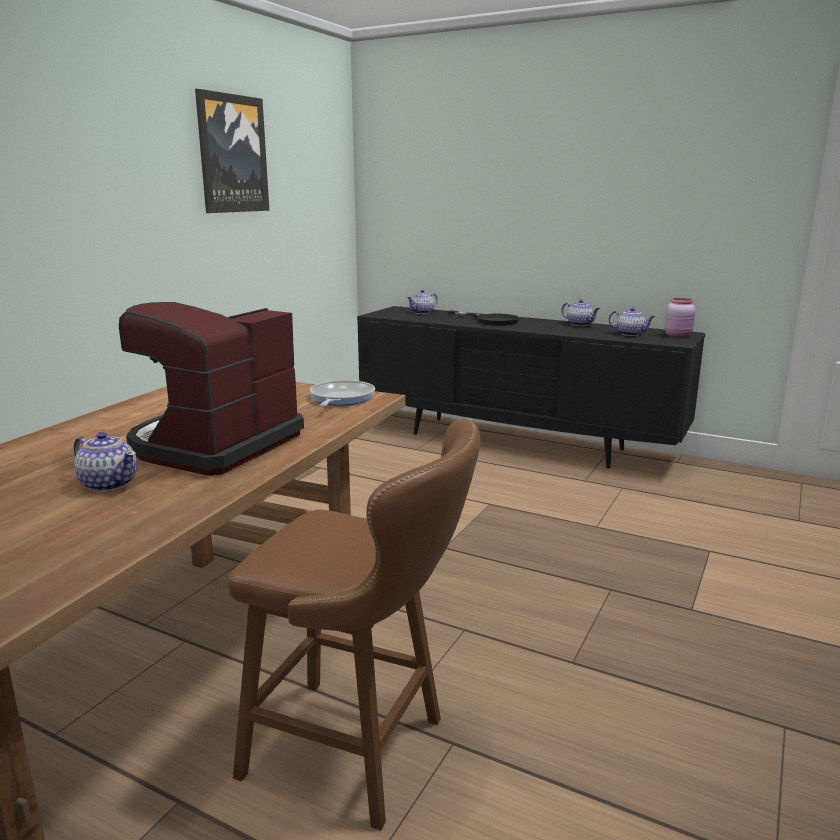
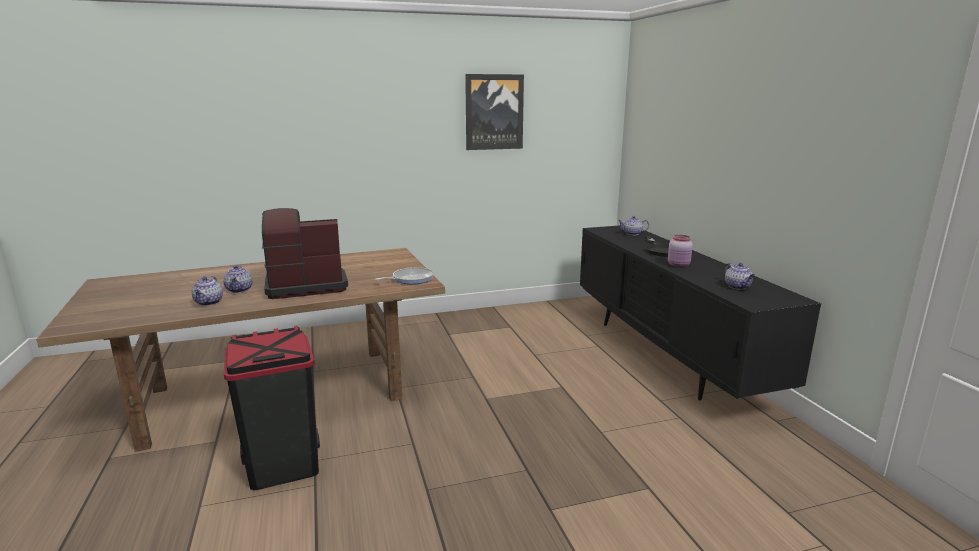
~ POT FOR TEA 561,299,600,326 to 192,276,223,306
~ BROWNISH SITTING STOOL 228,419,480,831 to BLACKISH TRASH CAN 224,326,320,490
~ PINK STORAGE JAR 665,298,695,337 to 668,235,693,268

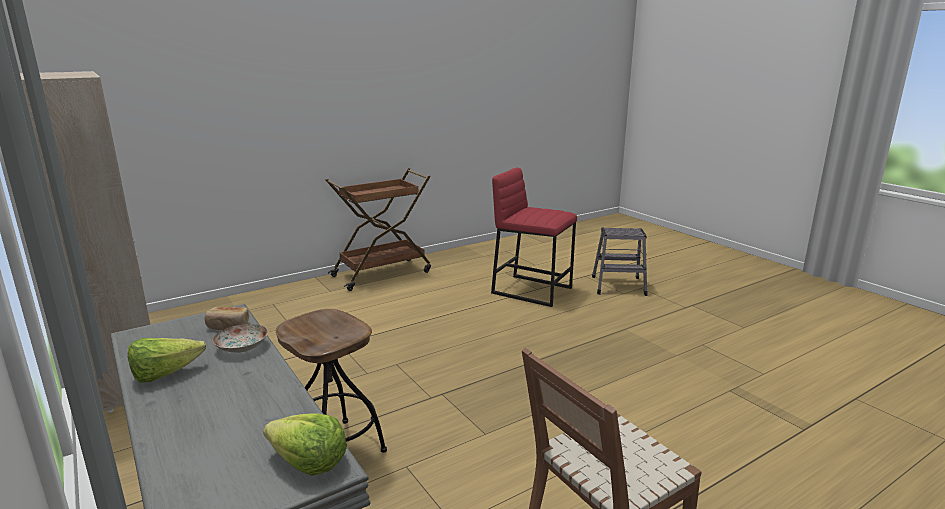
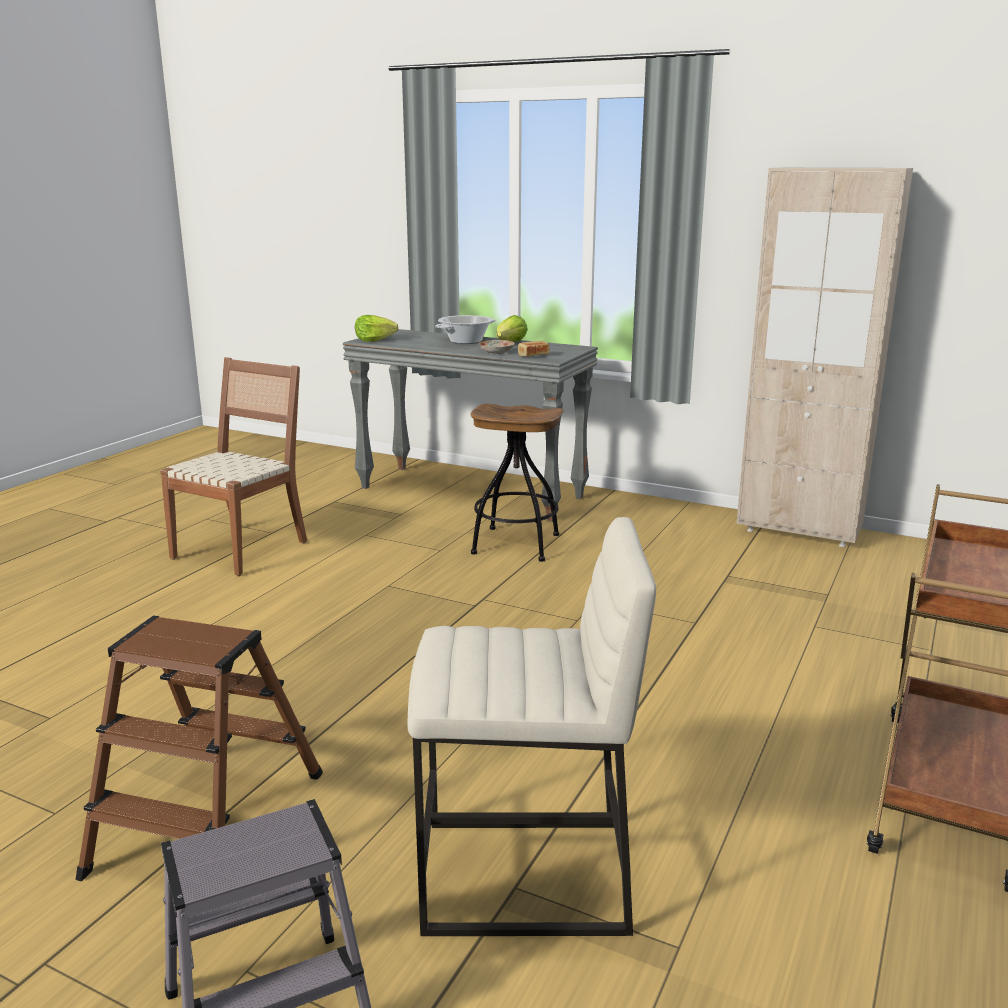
+ BROWNISH STEP STOOL 76,615,323,881
~ RED-COLOURED SITTING STOOL 491,168,577,307 to BEIGE SITTING STOOL 407,517,656,936
+ STOCKPOT 435,315,496,344

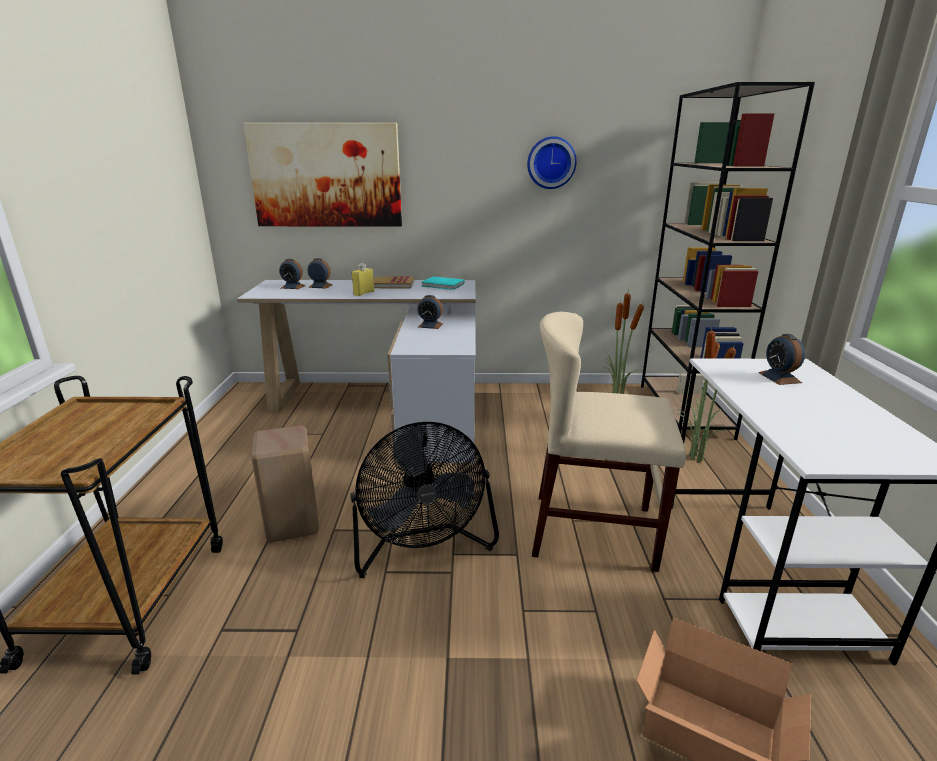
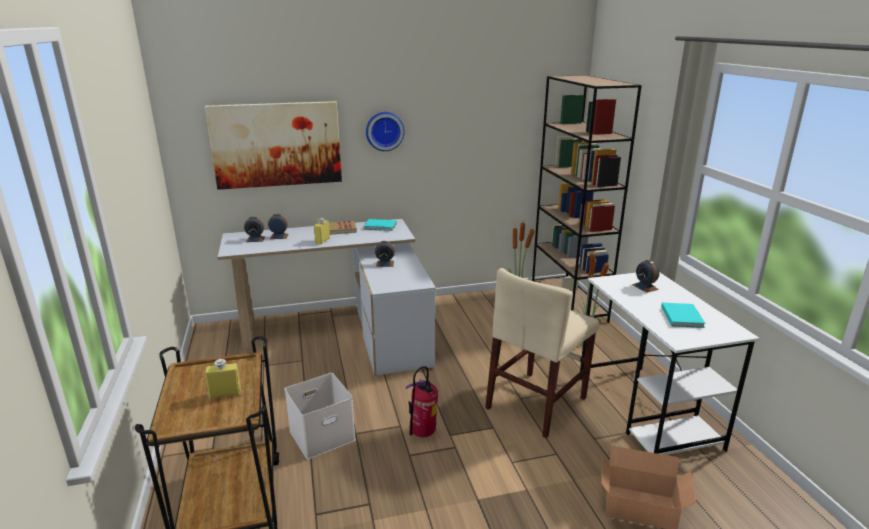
+ YELLOW BOTTLE 205,359,241,399
~ BEIGE SITTING STOOL 251,425,319,543 to WHITE STORAGE BIN 284,373,356,459
~ WALL CLOCK 527,136,577,189 to 366,112,405,151
~ BLACKISH FAN 351,422,499,578 to EXTINGUISHER 405,366,438,437
~ BEIGE PLAIN CHAIR 532,312,686,572 = 485,268,599,438 45 degrees counterclockwise
+ TURQUOISE BOOK 661,302,706,328

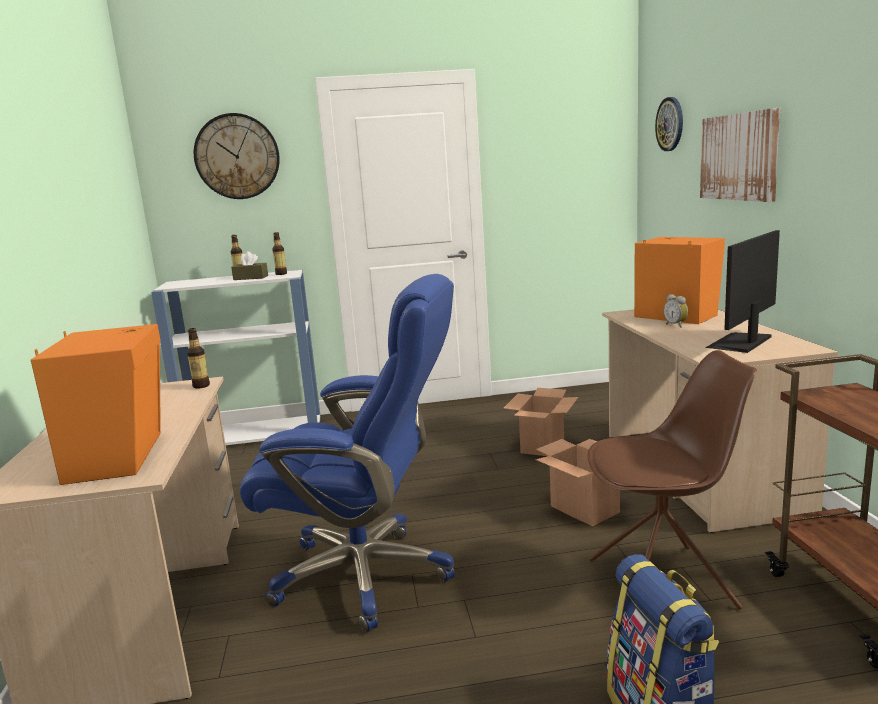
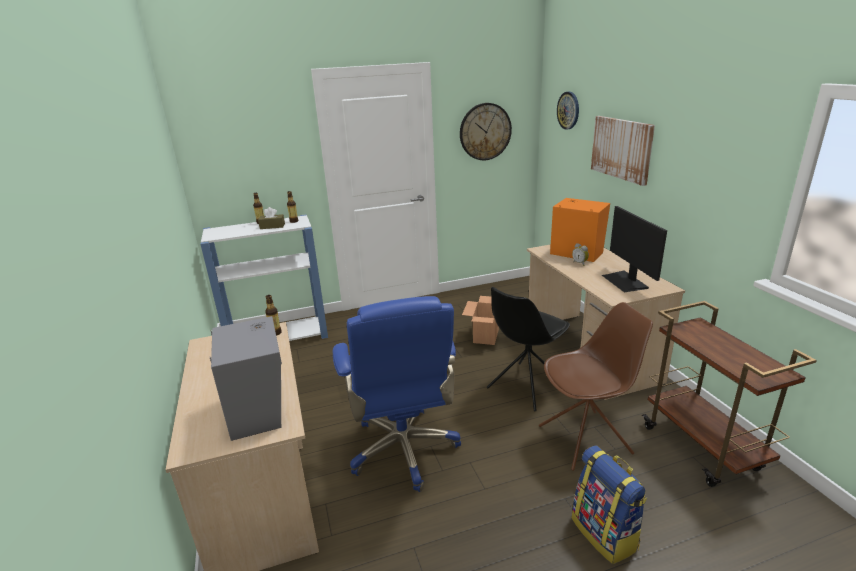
~ ORANGEY LOUDSPEAKER 31,324,161,485 to GREYISH LOUDSPEAKER 210,316,282,441
~ BLUISH COMPUTER CHAIR 240,274,455,632 = 333,296,461,492 75 degrees clockwise
~ WALL CLOCK 194,113,280,199 to 460,103,512,160
~ CARTON 535,439,620,527 to BLACKISH PLAIN CHAIR 487,287,570,411
~ COMPUTER DISPLAY 705,230,780,353 = 602,206,667,292 45 degrees counterclockwise

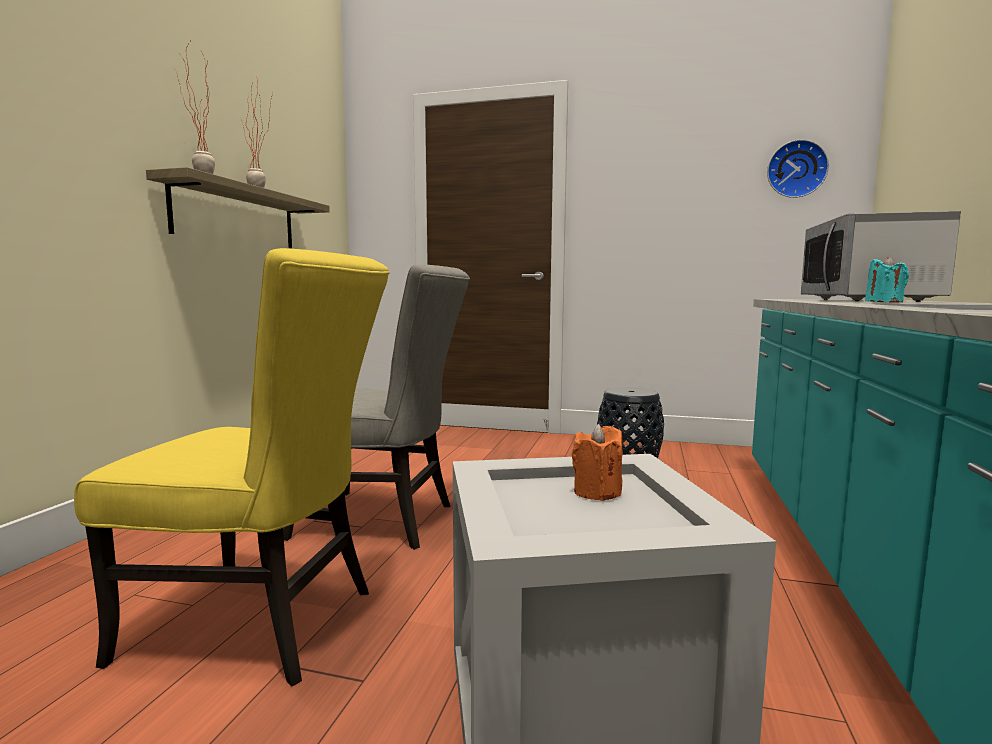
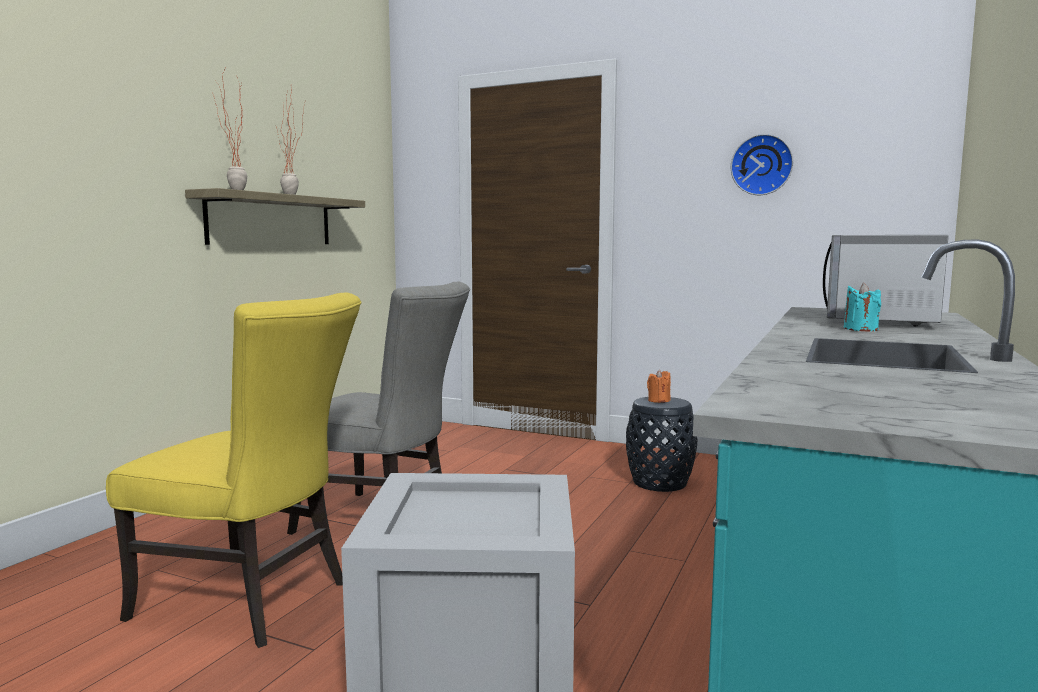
~ ORANGEY WAX LIGHT 572,424,623,501 to 647,370,671,403
~ WALL CLOCK 767,140,829,198 to 731,134,793,195

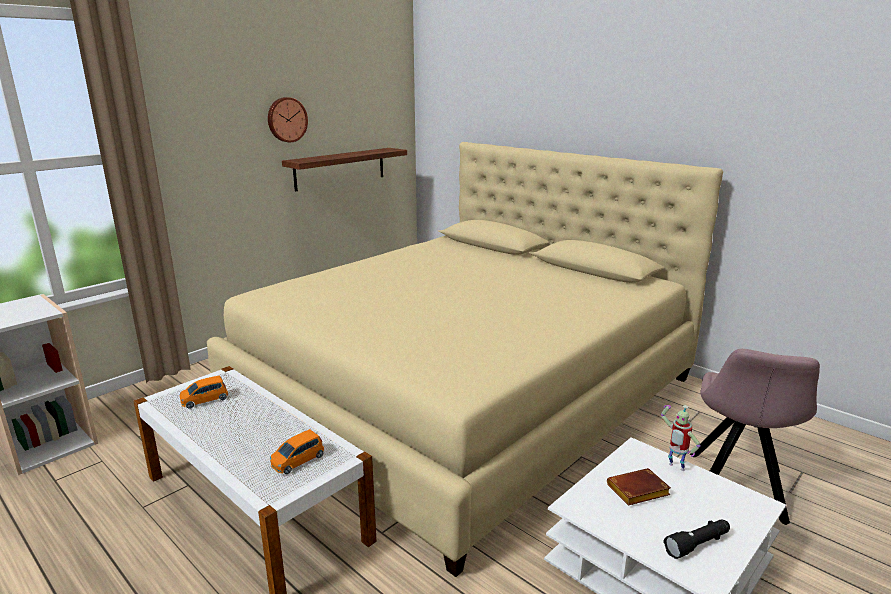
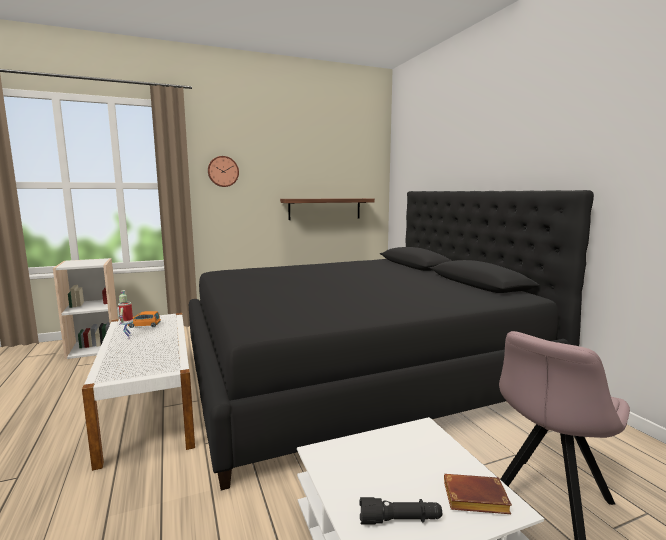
~ MODEL ROBOT 661,405,701,471 to 117,290,133,339
~ BEIGE BED 207,142,723,577 to BLACKISH BED 189,190,594,490
~ WALL CLOCK 268,97,308,142 to 208,156,239,187
~ BROWNISH BOOK 607,468,671,506 to 444,474,512,514
- ORANGEY MINIATURE CAR 270,429,324,474

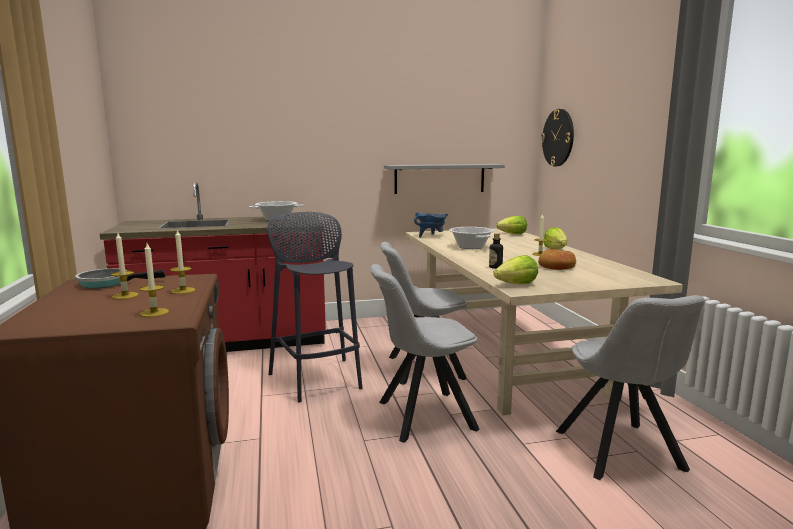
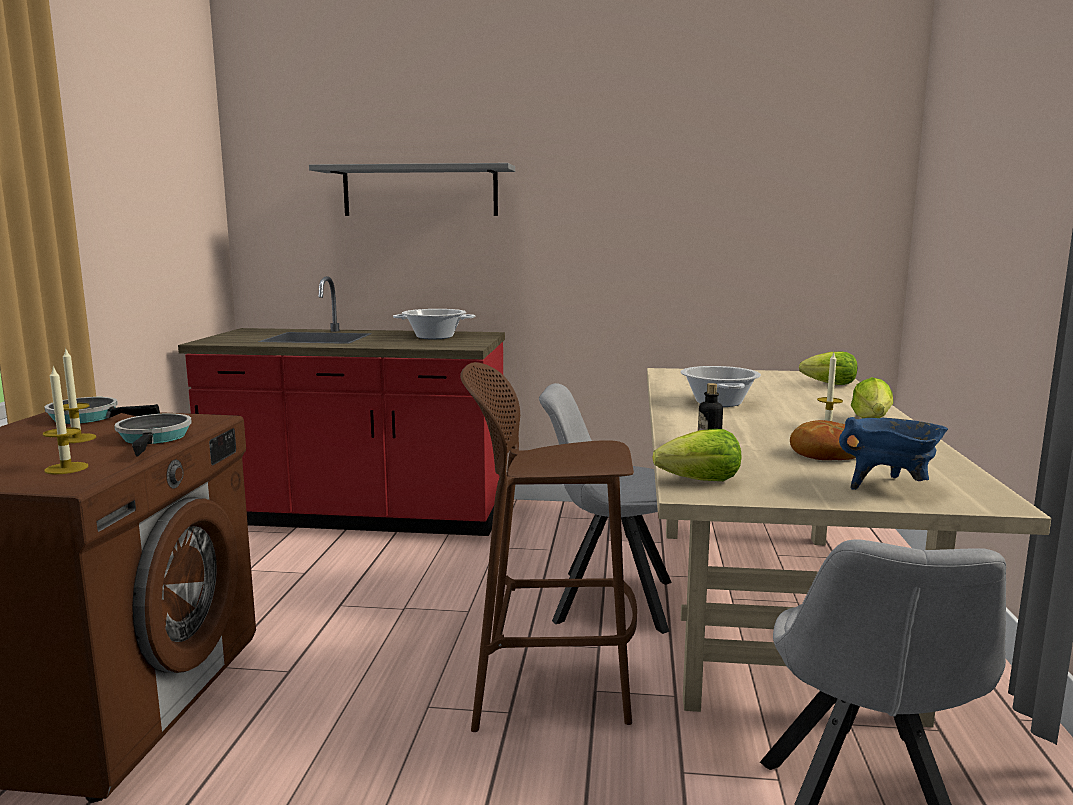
~ WAX LIGHT 170,229,195,294 to PAN 115,413,192,457
~ GREYISH BRACKET SHELF 384,164,505,194 to 309,163,515,216
~ GREYISH PLAIN CHAIR 370,264,479,443 to BROWNISH SITTING STOOL 460,362,637,732
~ BLUISH STOCKPOT 414,212,448,238 to 839,417,948,490
- GREYISH SITTING STOOL 267,212,363,403
- WALL CLOCK 541,109,574,166

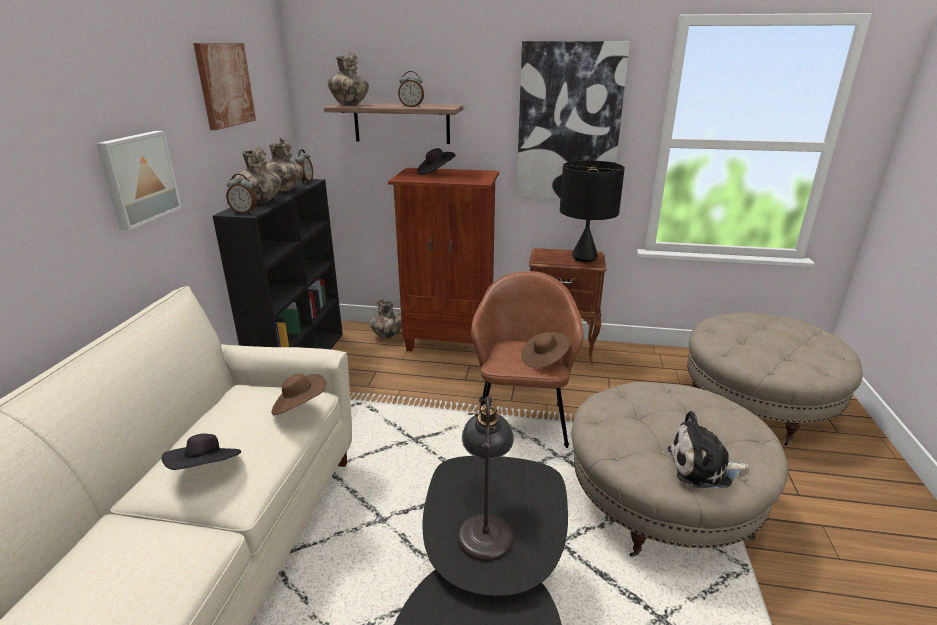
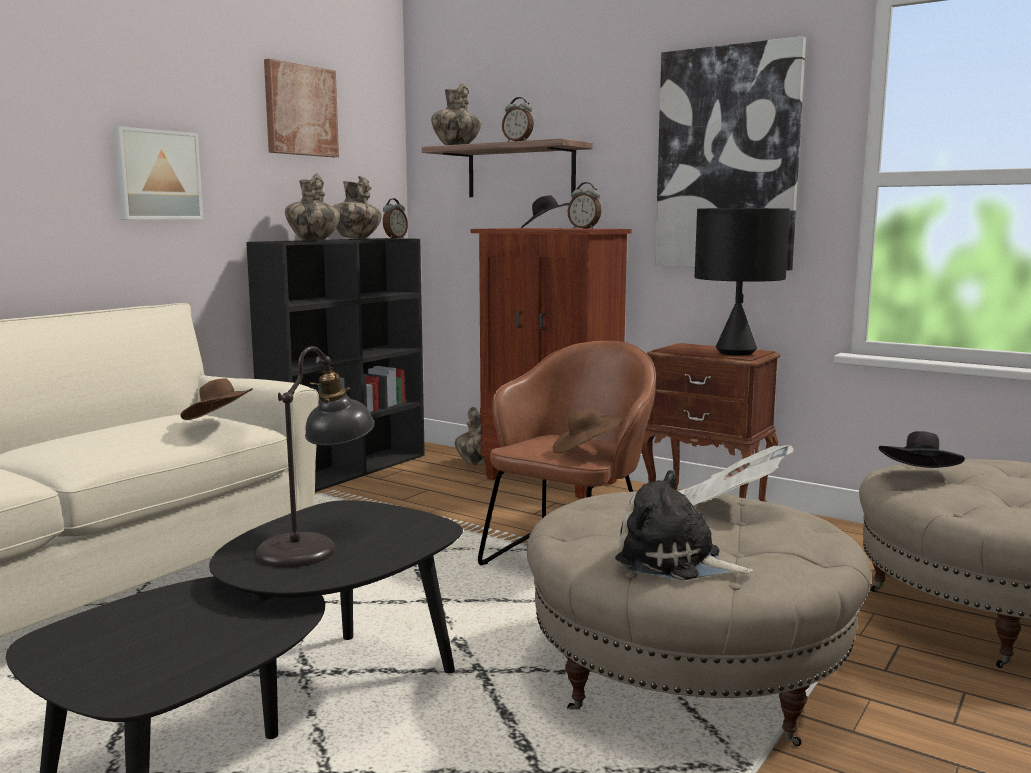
~ ALARM CLOCK 226,174,257,214 to 568,182,602,229
+ PRINTED PAPER 679,445,793,506
~ BLACKISH HAT 162,433,241,470 to 879,431,965,468

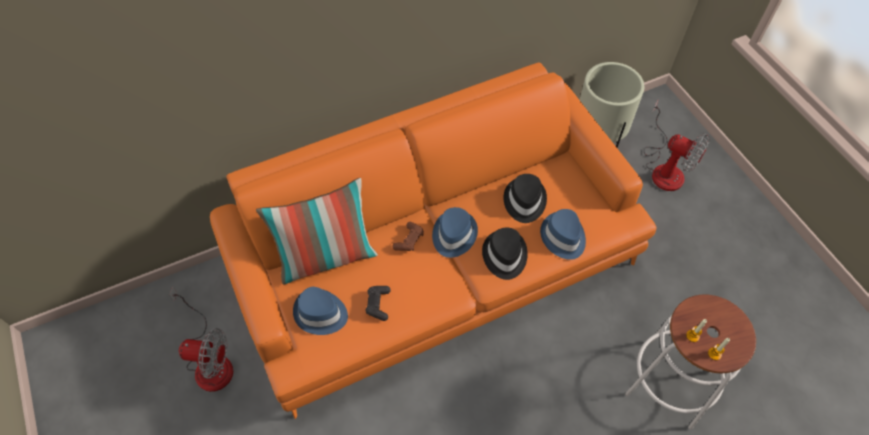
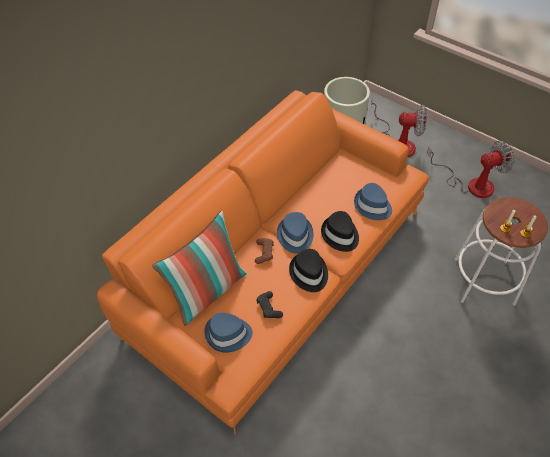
~ BLACKISH HAT 504,174,547,223 to 289,249,328,292
~ FAN 169,287,233,392 to 427,141,515,198

